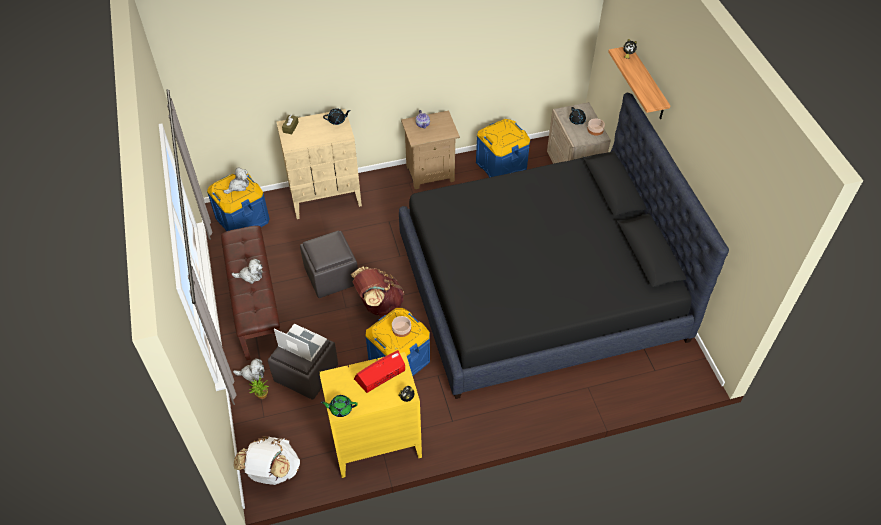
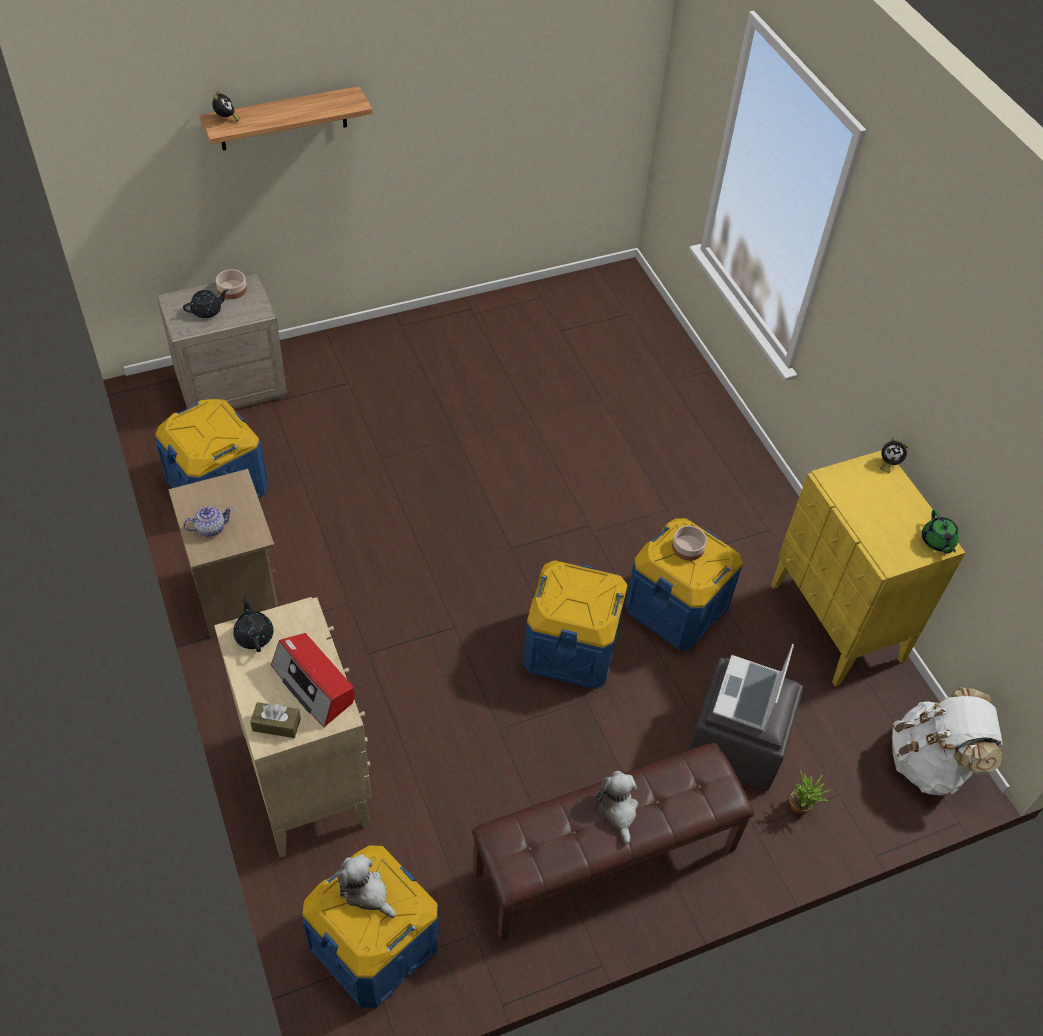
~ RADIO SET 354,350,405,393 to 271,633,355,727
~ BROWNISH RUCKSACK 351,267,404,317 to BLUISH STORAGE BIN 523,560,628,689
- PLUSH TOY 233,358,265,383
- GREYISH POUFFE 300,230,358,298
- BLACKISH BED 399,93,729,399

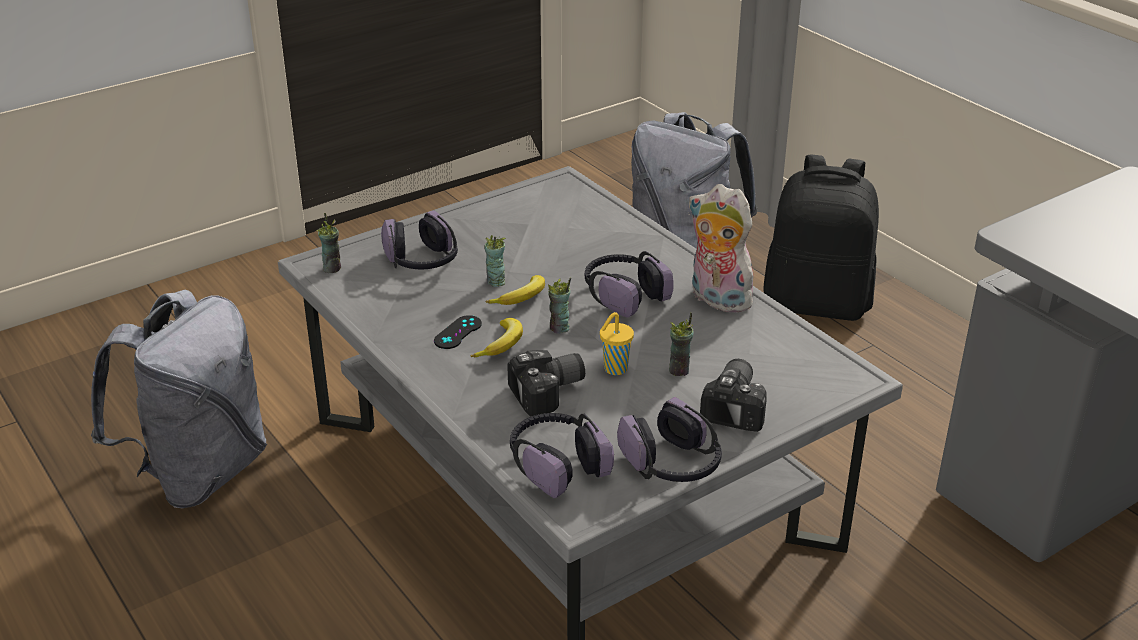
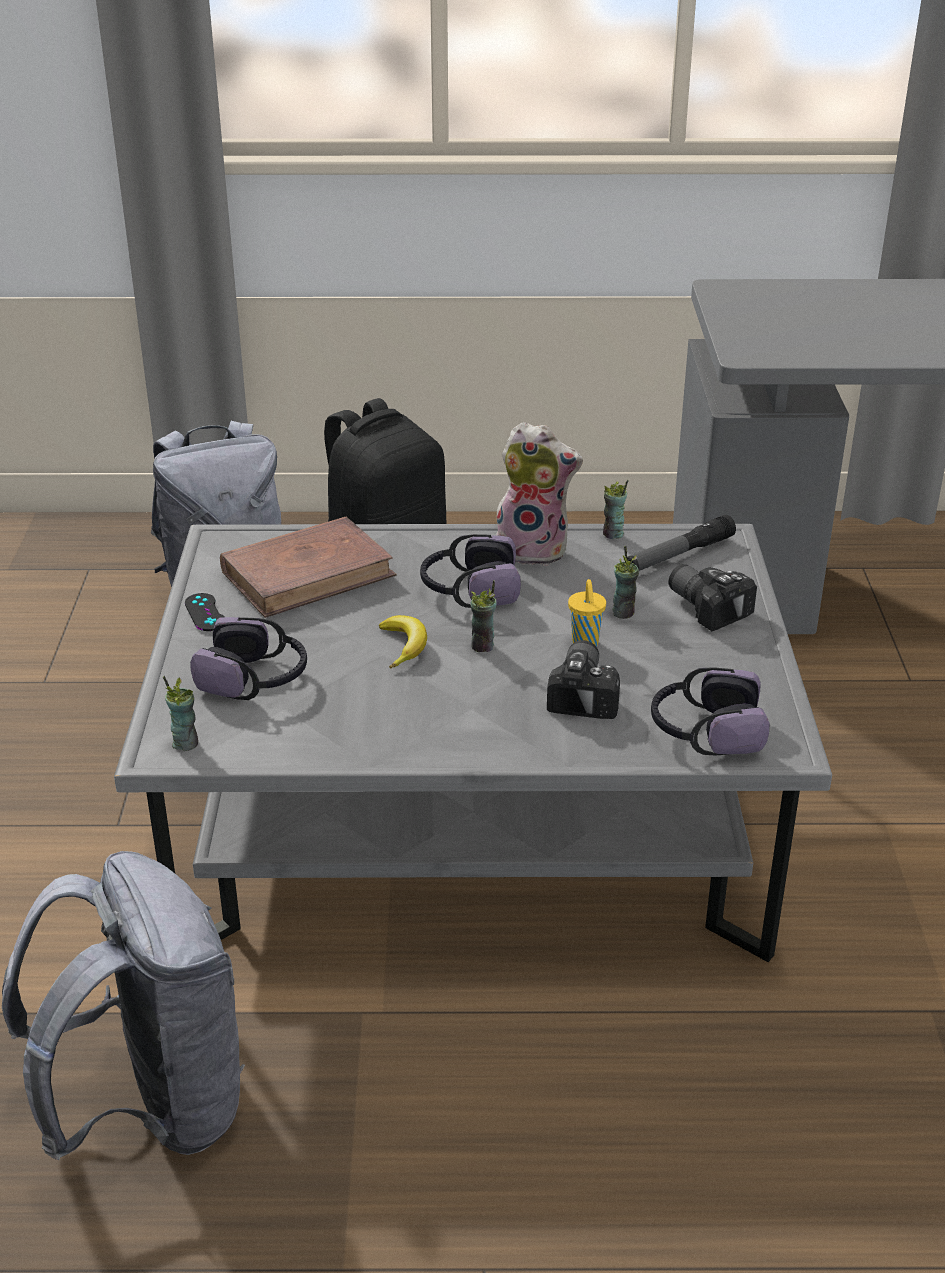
~ BLACKISH GAMEPAD 434,315,482,349 to 185,593,224,631
+ BROWNISH BOOK 220,517,397,618
~ PLUSH TOY 688,184,753,313 = 496,422,583,566 150 degrees counterclockwise
~ DRINKING CUP 484,235,506,287 to 603,480,629,539
+ TORCH 627,515,736,571
- BANANA FRUIT 470,318,523,357
- HEADPHONES 617,397,722,482

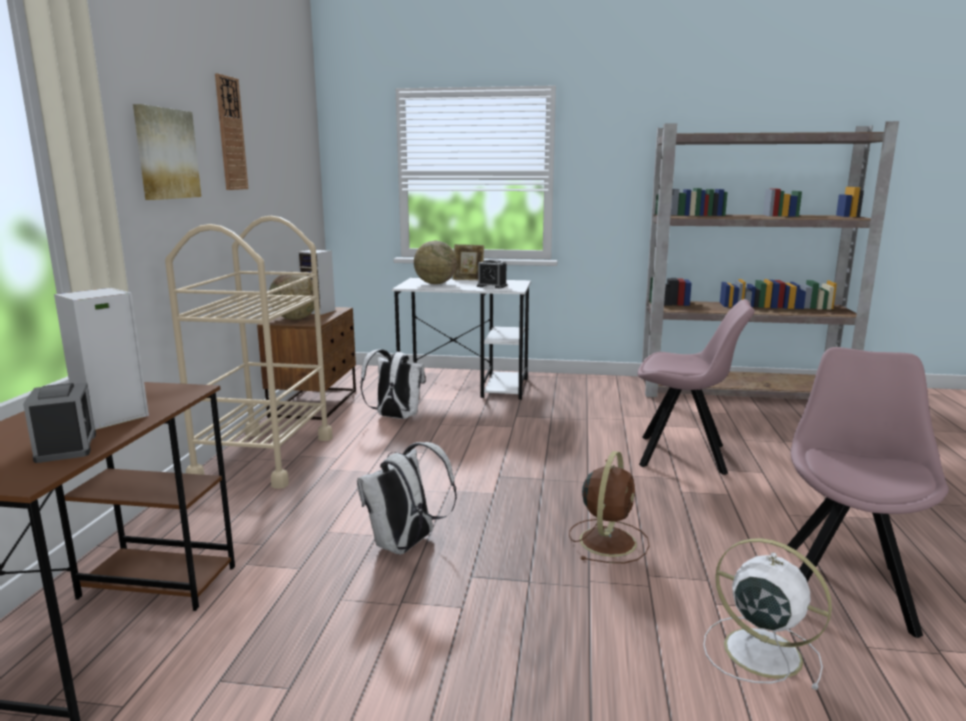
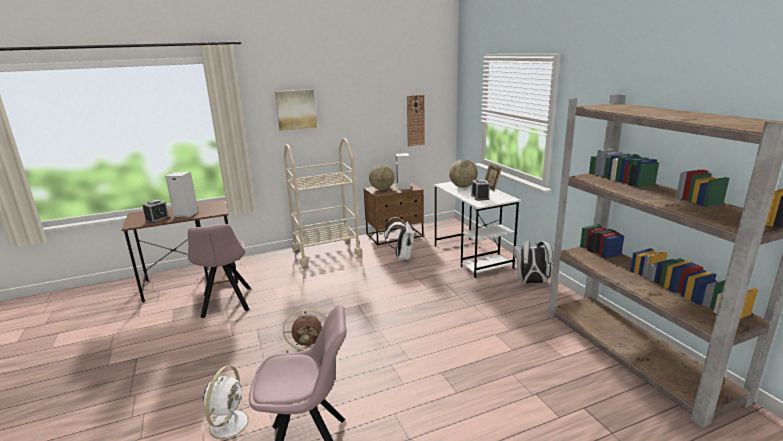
~ PINK PLAIN CHAIR 637,299,755,475 to 188,224,251,318
~ WALL CLOCK 215,73,248,190 to 407,94,425,146
~ WHITE RUCKSACK 357,442,457,555 to 513,241,553,284

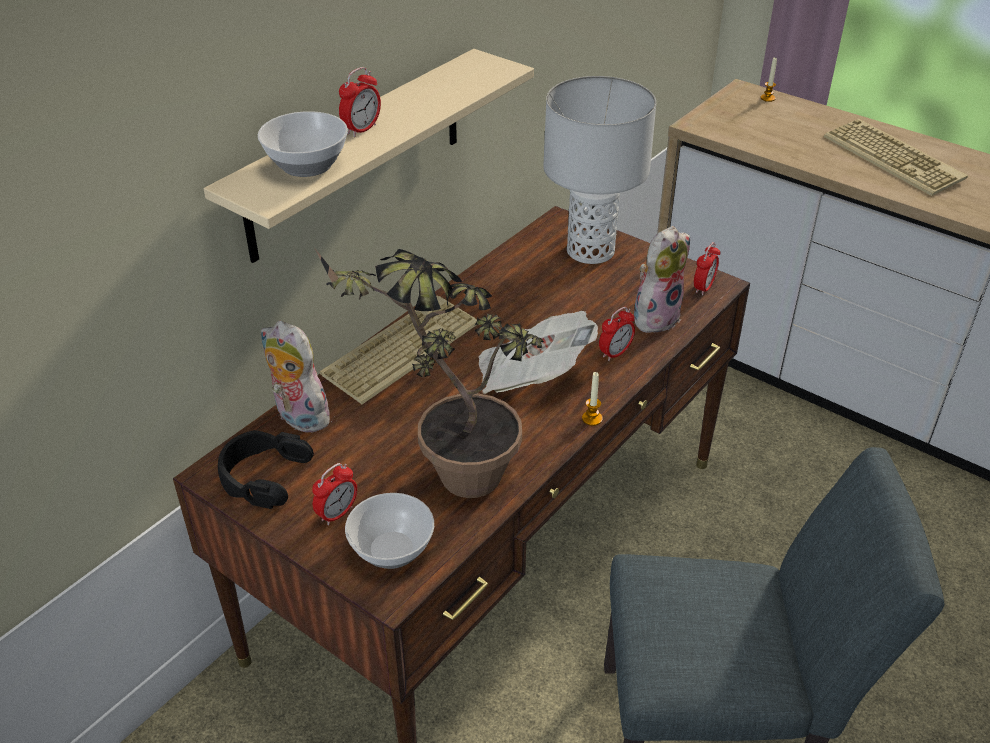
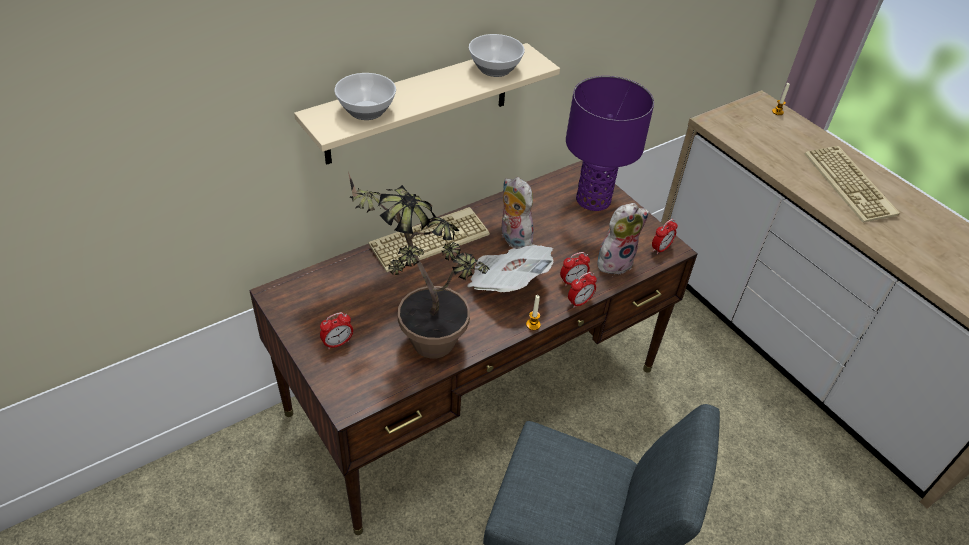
~ SERVING BOWL 345,493,434,569 to 469,34,525,77
~ PLUSH TOY 261,321,330,433 to 502,177,534,249
~ WHITE TABLETOP LAMP 543,76,656,264 to PURPLE-COLOURED TABLETOP LAMP 566,76,654,211
~ ALARM CLOCK 339,67,381,137 to 568,272,597,308
- BLACKISH HEADPHONES 218,430,314,509

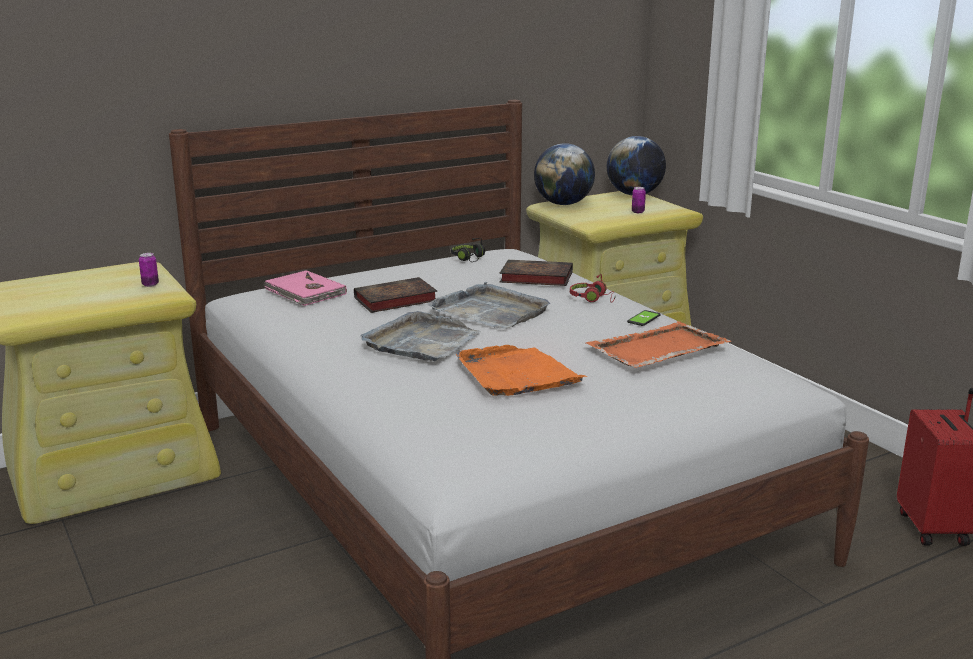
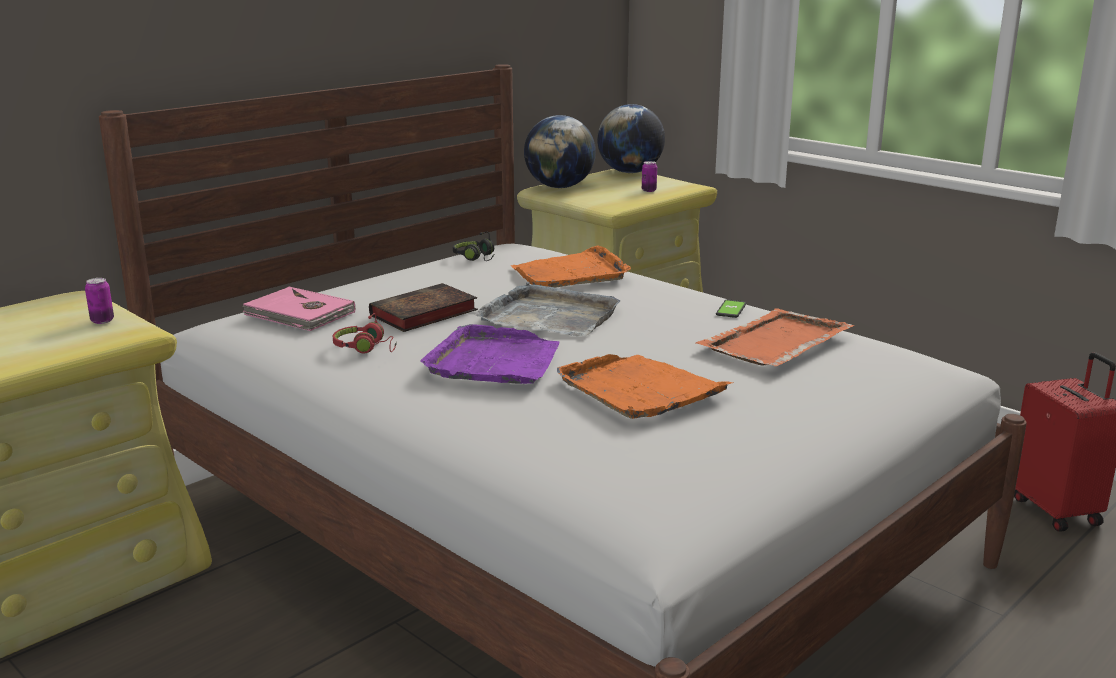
~ RED-COLOURED HEADPHONES 570,274,616,303 to 333,313,397,353
~ GREYISH TRAY 361,311,481,361 to PURPLE-COLOURED TRAY 420,324,560,384
~ BOOK 499,260,573,286 to ORANGEY TRAY 511,245,631,288

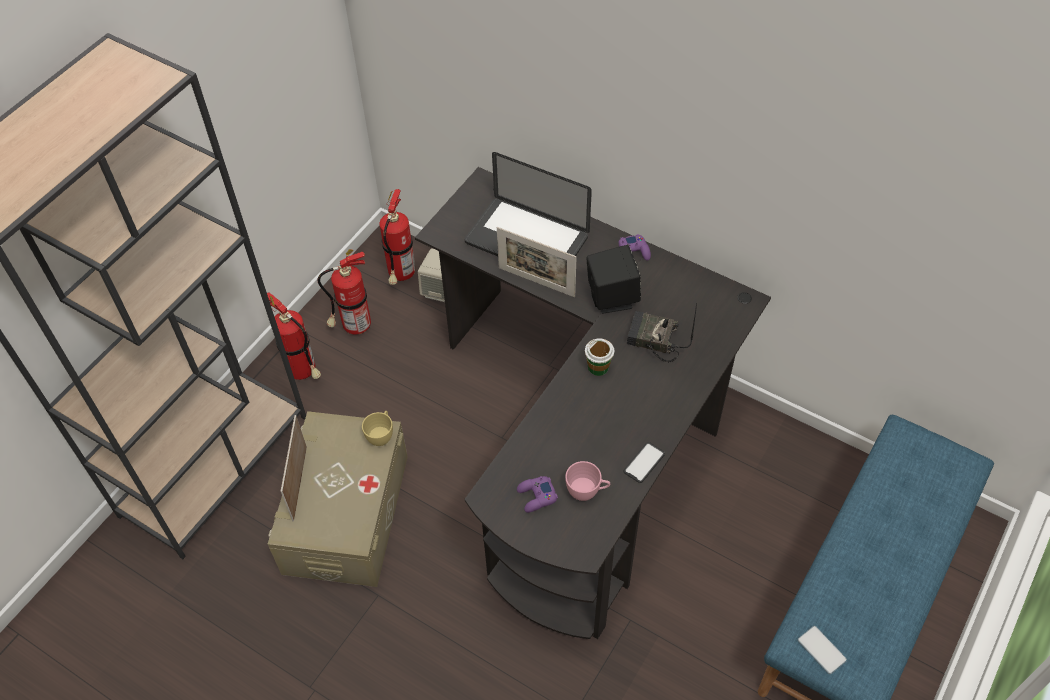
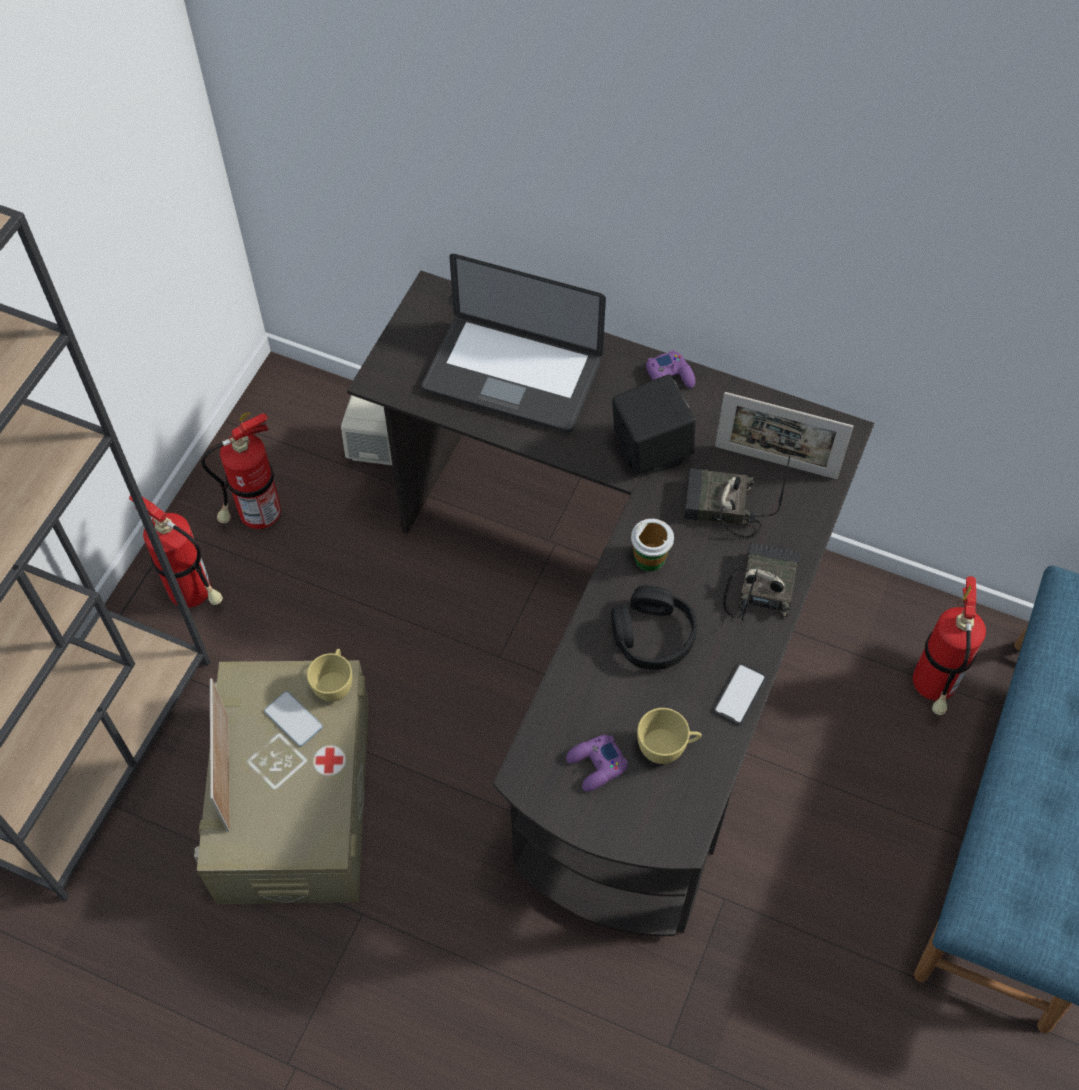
~ PHONE 798,626,847,674 to 264,691,323,747
+ BLACKISH HEADPHONES 611,586,697,670
~ PINK DRINKING CUP 565,461,610,501 to YELLOW DRINKING CUP 637,708,702,764
~ PHOTO FRAME 497,227,577,297 to 715,392,853,479
+ RADIO SET 723,542,800,621
~ EXTINGUISHER 380,189,415,285 to 913,576,986,715

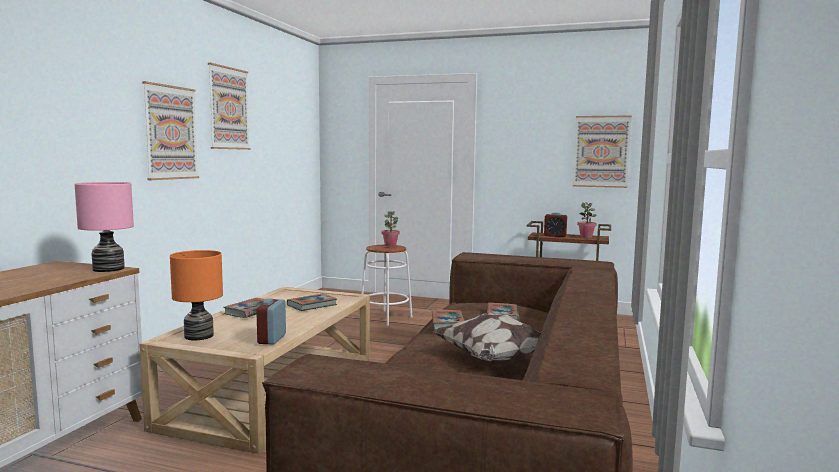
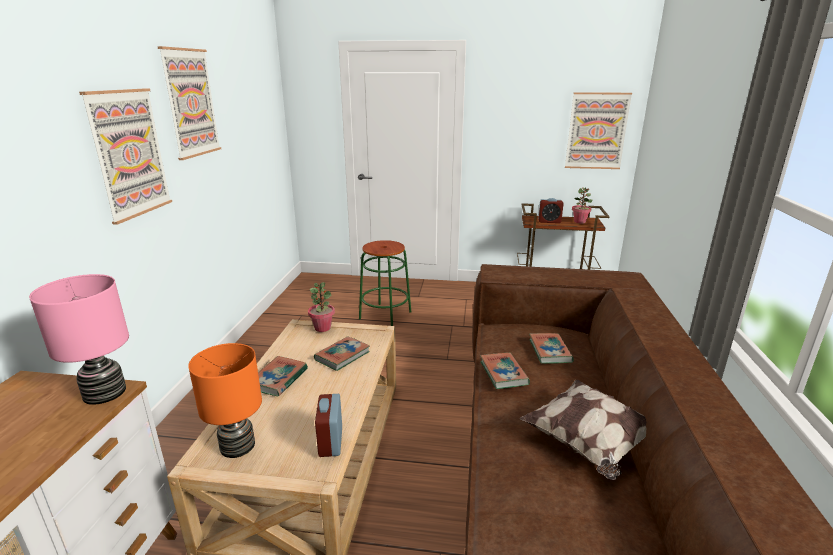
~ POTTED PLANT 381,211,400,247 to 308,282,335,332
~ WHITE SITTING STOOL 359,245,413,326 to GREEN-COLOURED SITTING STOOL 359,240,411,326

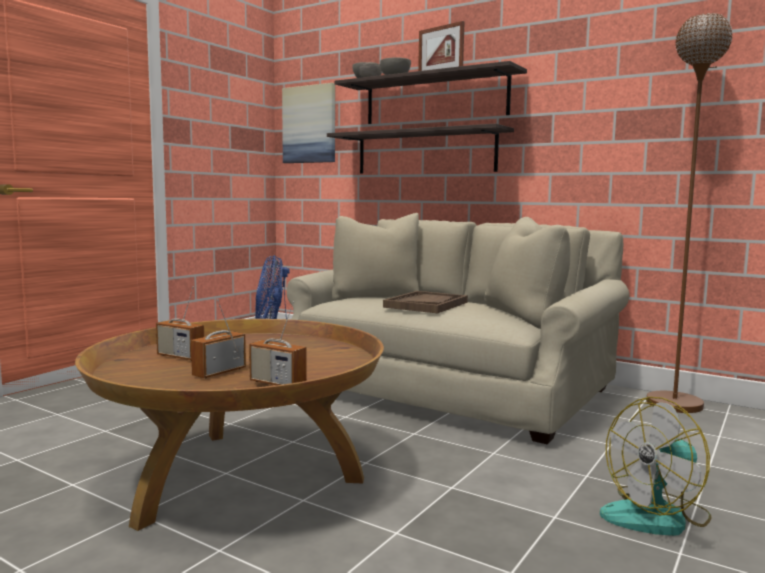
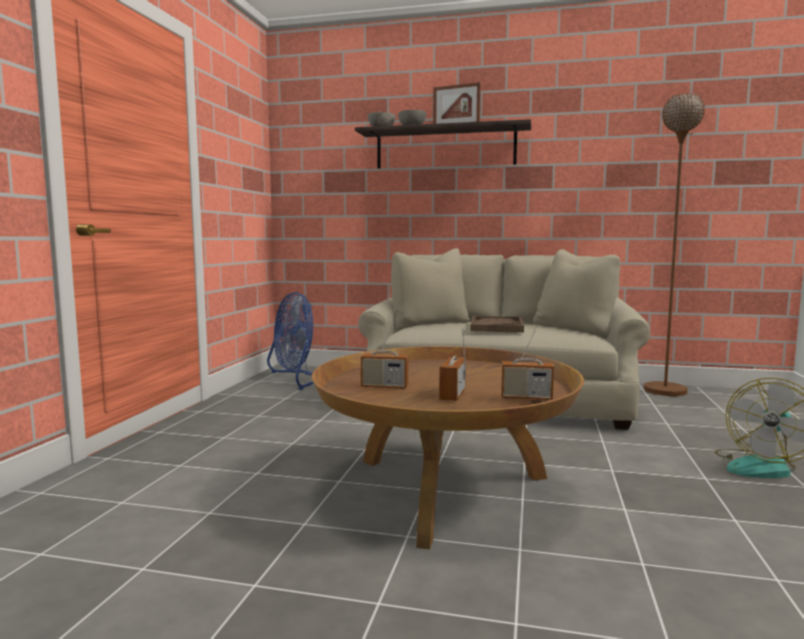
- PICTURE 282,83,335,163
- BRACKET SHELF 327,124,514,173

